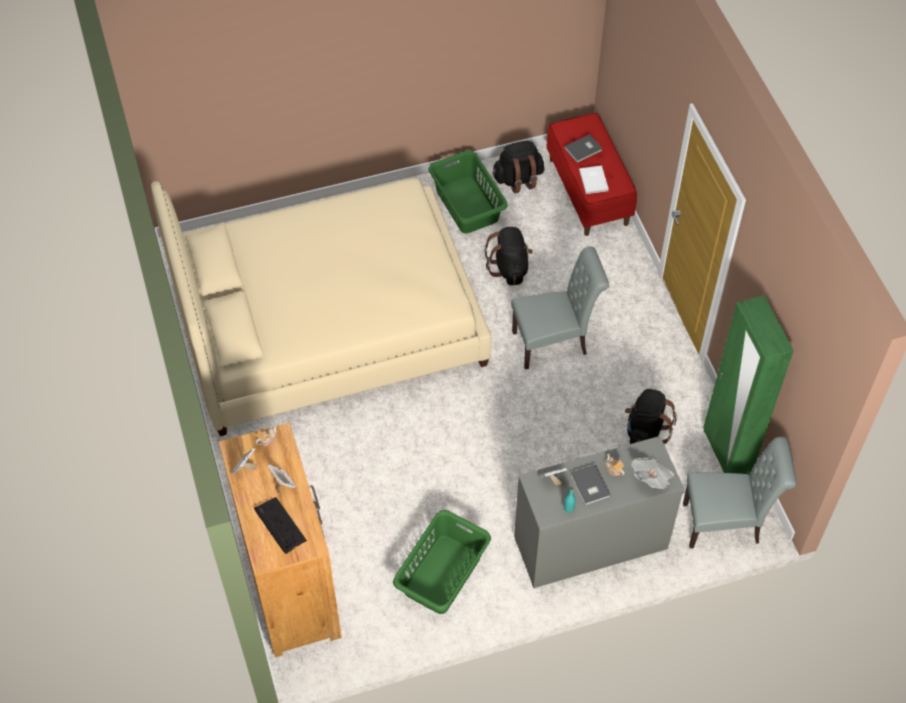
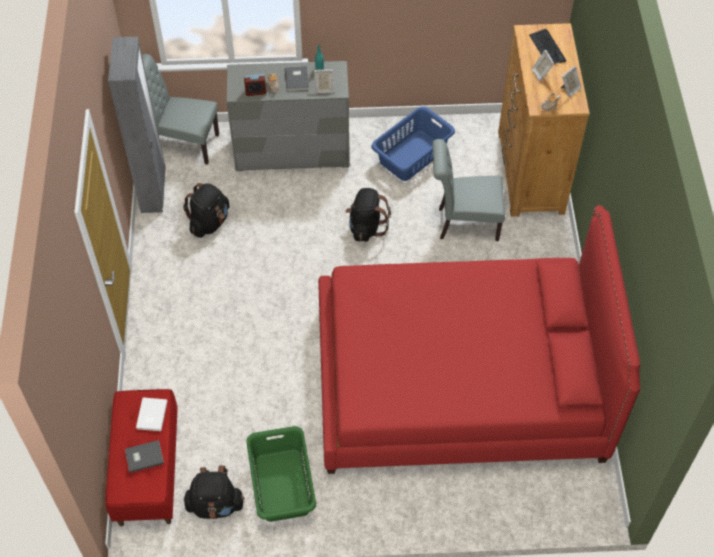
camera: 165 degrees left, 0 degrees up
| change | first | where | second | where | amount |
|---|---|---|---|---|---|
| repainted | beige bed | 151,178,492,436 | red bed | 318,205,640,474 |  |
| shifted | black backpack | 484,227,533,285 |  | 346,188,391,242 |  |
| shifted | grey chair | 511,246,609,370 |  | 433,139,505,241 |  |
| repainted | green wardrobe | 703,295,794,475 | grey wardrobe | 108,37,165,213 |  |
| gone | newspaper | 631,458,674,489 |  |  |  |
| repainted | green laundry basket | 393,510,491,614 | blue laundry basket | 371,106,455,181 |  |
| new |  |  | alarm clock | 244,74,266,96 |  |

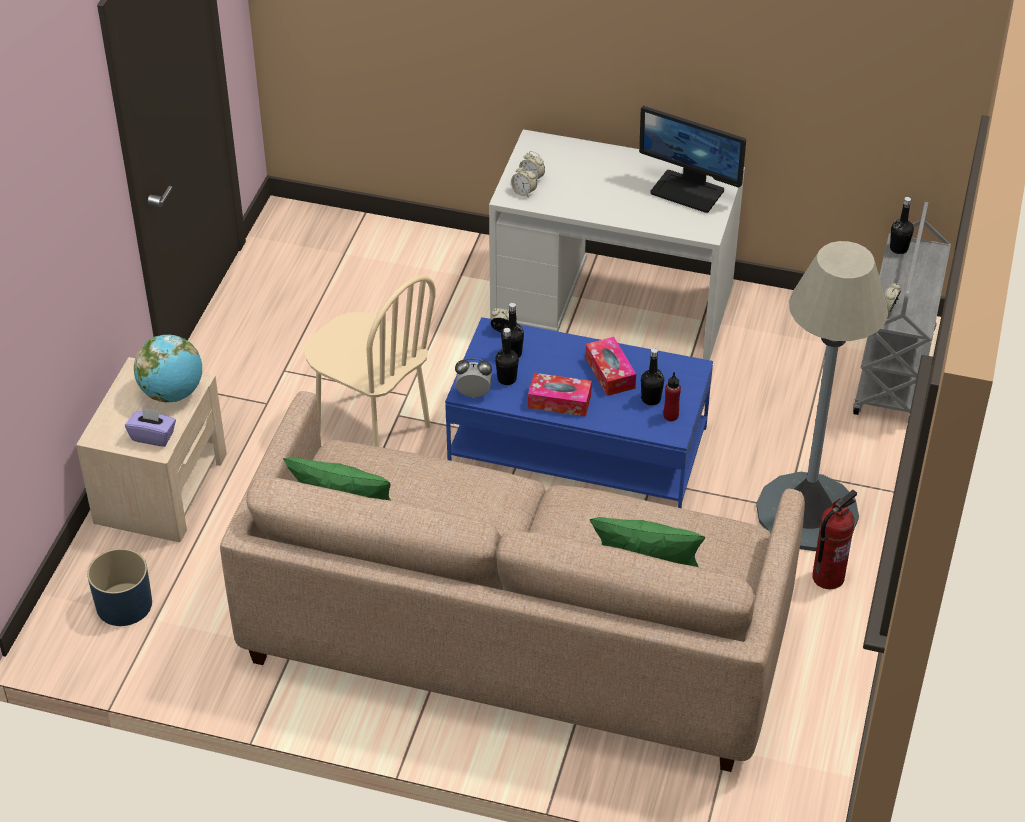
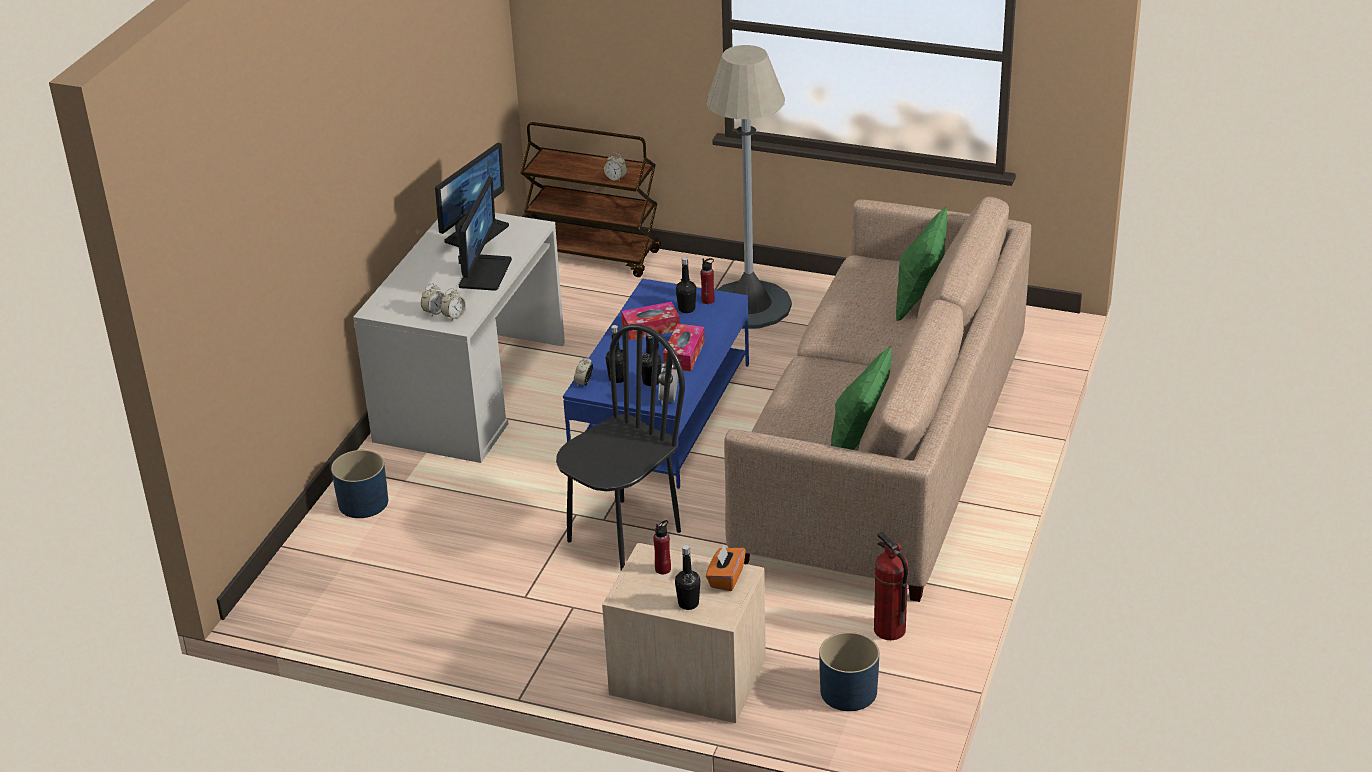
camera: 85 degrees left, 10 degrees down
| change | first | where | second | where | amount |
|---|---|---|---|---|---|
| shifted | black bottle | 890,197,914,254 |  | 675,545,700,610 |  |
| repainted | grey cart | 853,202,951,415 | brown cart | 520,122,661,277 |  |
| repainted | beige chair | 304,275,436,447 | black chair | 556,324,685,571 |  |
| swapped | globe | 134,335,202,402 | red bottle | 653,520,671,575 |  |
| repainted | purple tissue box | 125,407,176,447 | orange tissue box | 706,544,746,591 |  |
| shifted | fire extinguisher | 812,490,857,589 |  | 874,531,908,640 |  |
| new |  |  | monitor | 456,177,512,291 |  |
| new |  |  | blue planter | 331,450,388,518 |  |

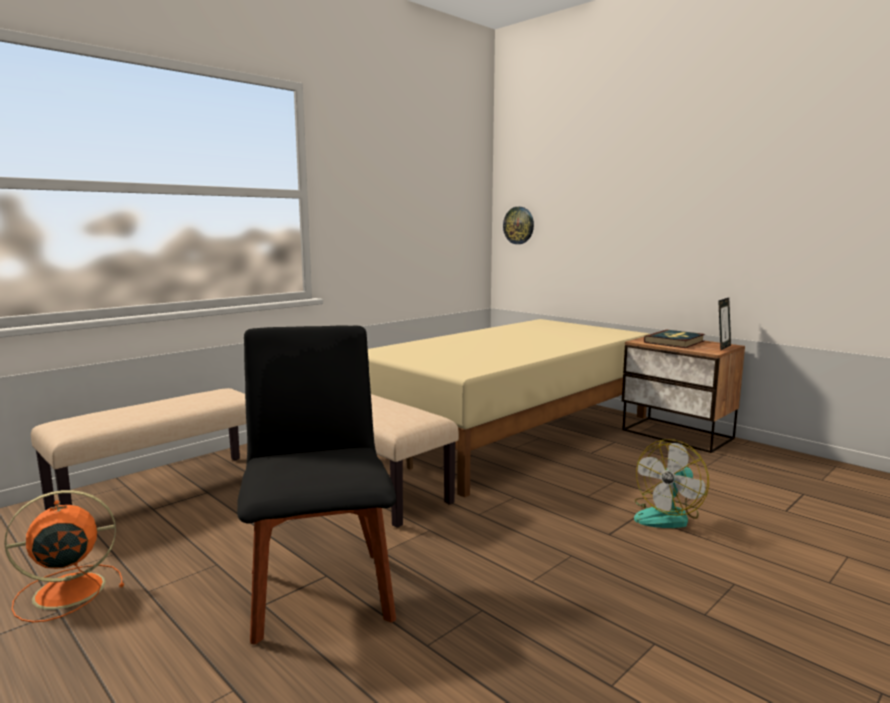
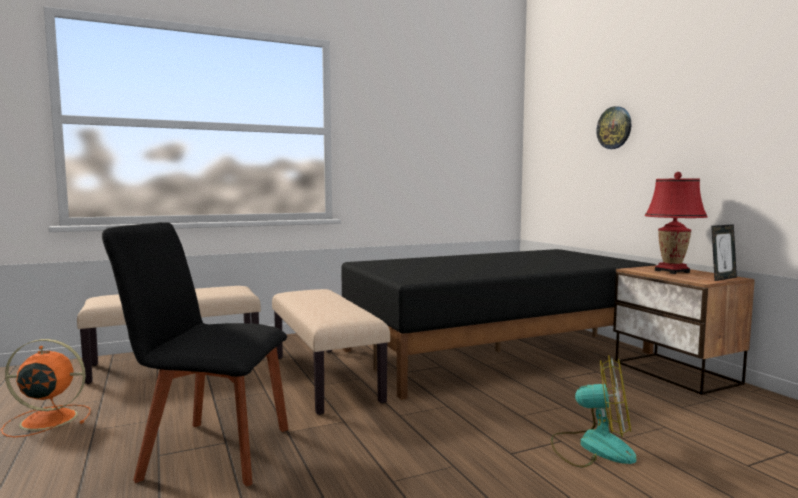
camera: 20 degrees right, 5 degrees down
| change | first | where | second | where | amount |
|---|---|---|---|---|---|
| shifted | wall clock | 503,207,534,244 |  | 596,106,631,149 |  |
| repainted | beige bed | 368,319,650,498 | black bed | 341,249,656,400 |  |
| rotated | black chair | 237,325,396,644 |  | 102,222,288,486 | 90 degrees counterclockwise |
| swapped | book | 644,330,705,348 | red table lamp | 645,172,707,274 |  |
| rotated | fan | 634,439,709,528 |  | 551,355,636,467 | 135 degrees counterclockwise |

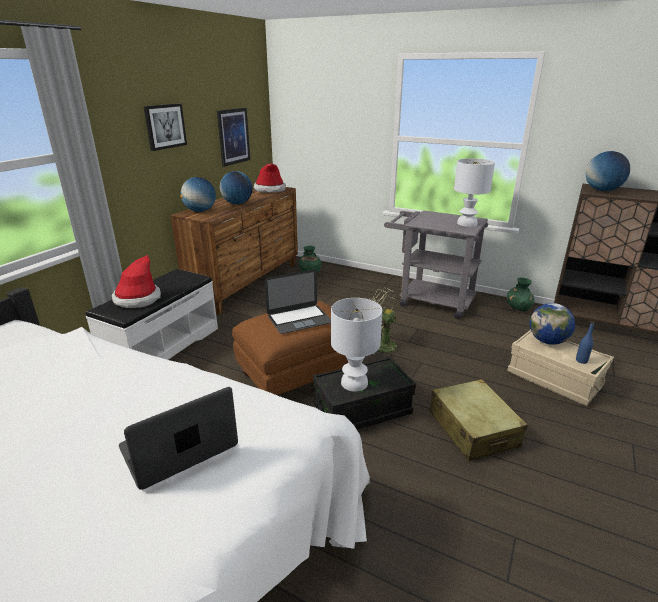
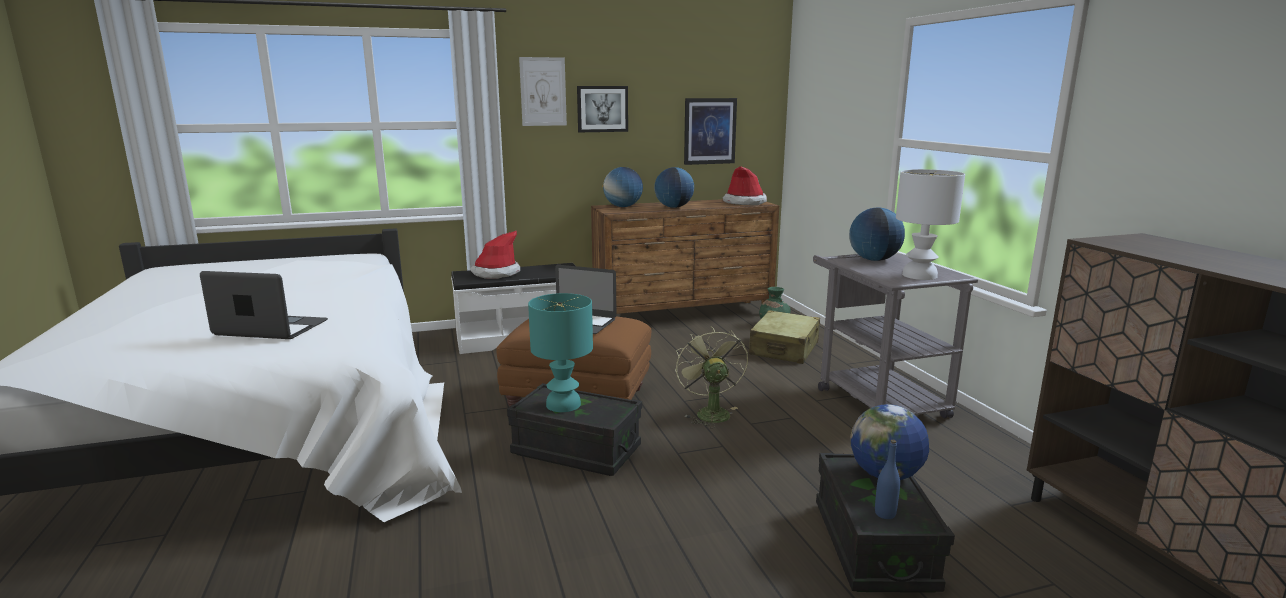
camera: 45 degrees right, 10 degrees down
| change | first | where | second | where | amount |
|---|---|---|---|---|---|
| shifted | globe | 586,151,630,191 |  | 849,207,905,261 |  |
| gone | green vase | 507,277,534,312 |  |  |  |
| repainted | white table lamp | 331,298,382,392 | turquoise table lamp | 528,293,593,412 |  |
| repainted | beige storage box | 507,329,614,406 | black storage box | 816,453,955,593 |  |
| shifted | beige suitcase | 429,379,528,461 |  | 749,310,820,364 |  |
| new |  |  | picture | 519,57,567,126 |  |

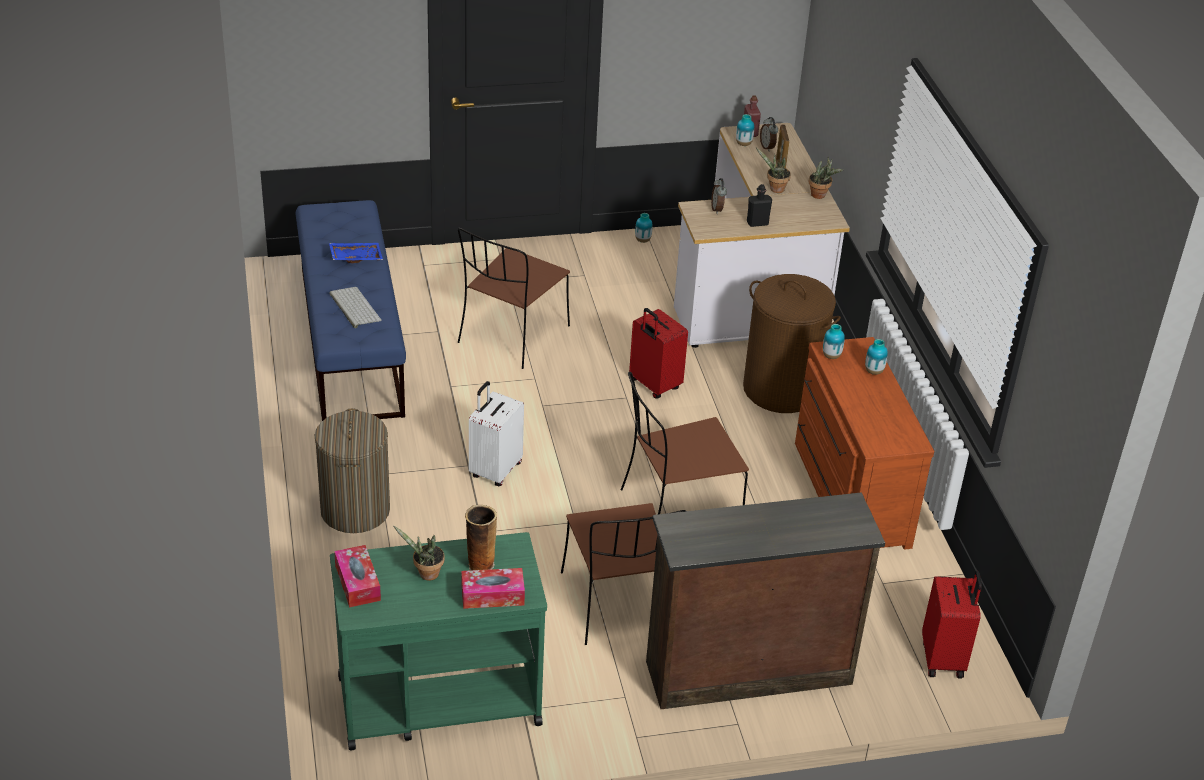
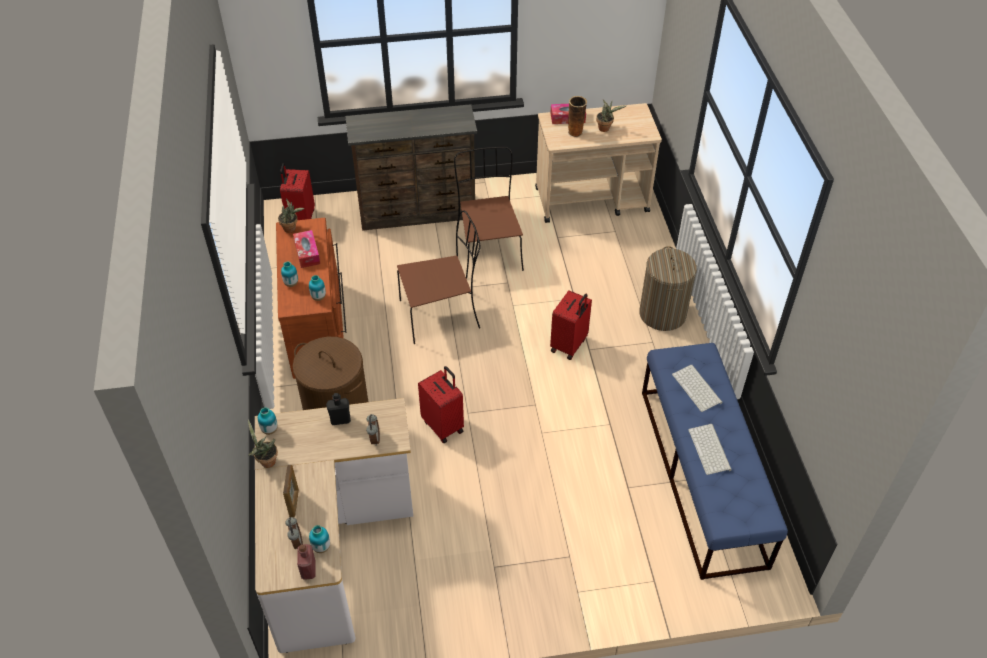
camera: 175 degrees left, 10 degrees up
| change | first | where | second | where | amount |
|---|---|---|---|---|---|
| shifted | potted plant | 755,147,791,193 |  | 278,199,304,233 |  |
| shifted | vase | 635,213,652,243 |  | 258,407,278,435 |  |
| gone | brown chair | 458,228,570,369 |  |  |  |
| swapped | blue tray | 329,243,383,263 | keyboard | 688,424,732,475 |  |
| repainted | white suitcase | 469,381,524,486 | red suitcase | 550,290,592,360 |  |
| repainted | green cart | 330,532,547,750 | beige cart | 535,103,662,223 |  |
| shifted | tissue box | 334,545,381,607 |  | 293,230,320,268 |  |

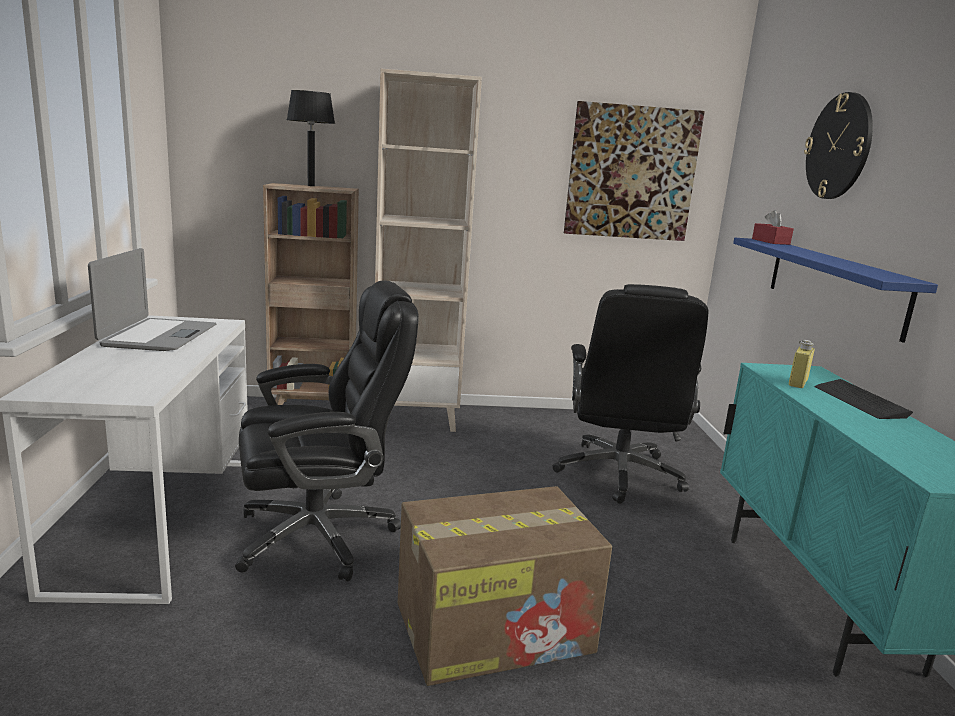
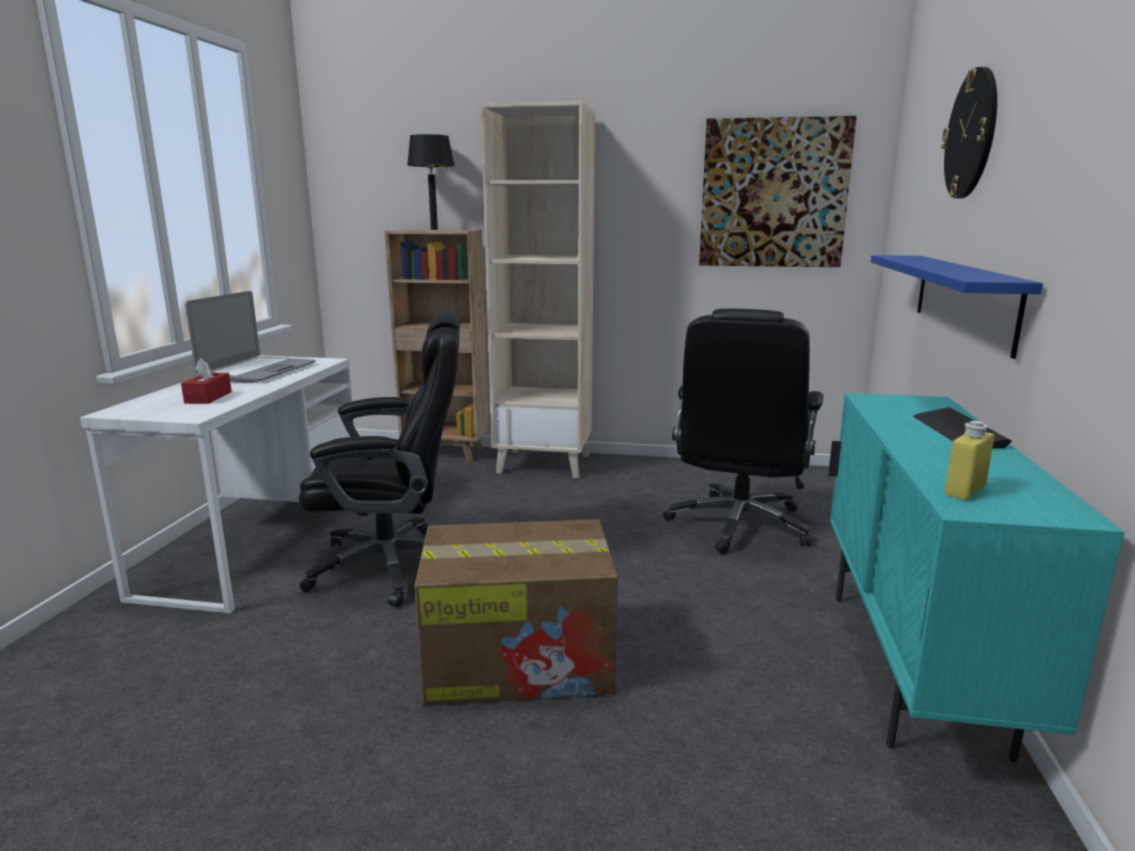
camera: 15 degrees right, 0 degrees up
| change | first | where | second | where | amount |
|---|---|---|---|---|---|
| shifted | red tissue box | 752,210,794,245 |  | 181,358,232,404 |  |
| shifted | yellow bottle | 789,340,815,388 |  | 945,421,994,500 |  |

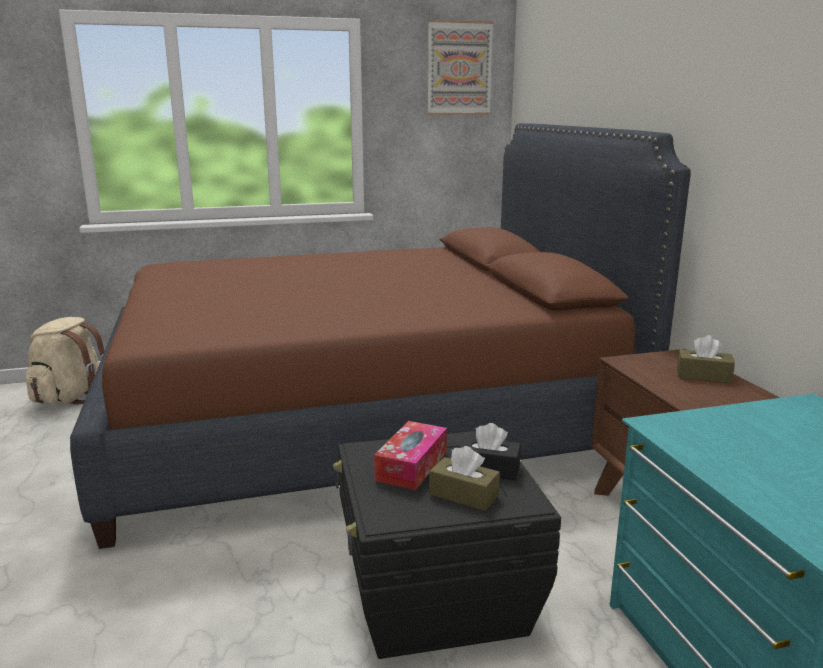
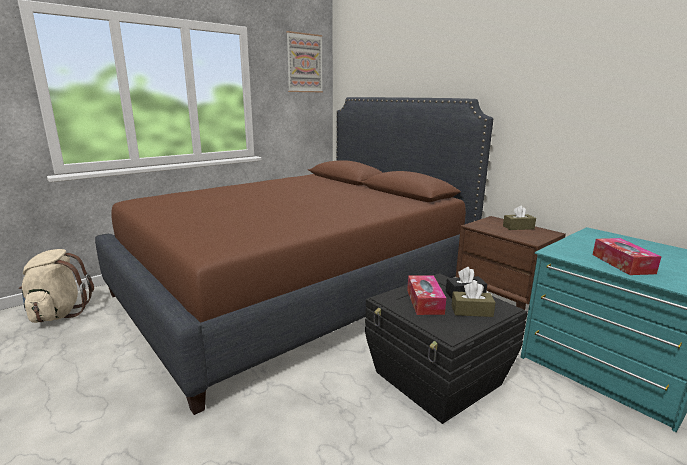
camera: 25 degrees left, 0 degrees up
| change | first | where | second | where | amount |
|---|---|---|---|---|---|
| new |  |  | tissue box | 593,238,662,275 |  |

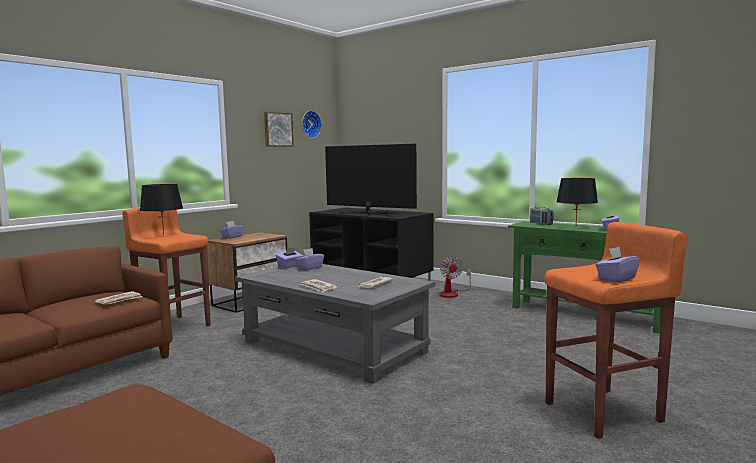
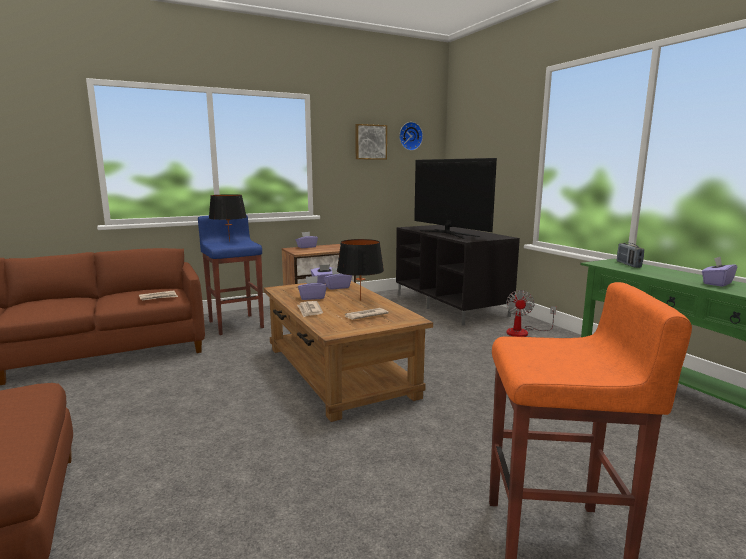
camera: 25 degrees right, 5 degrees up
| change | first | where | second | where | amount |
|---|---|---|---|---|---|
| shifted | black table lamp | 557,178,598,223 |  | 337,239,384,301 |  |
| repainted | orange stool | 122,208,211,326 | blue stool | 198,215,264,335 |  |
| shifted | purple tissue box | 596,247,640,283 |  | 298,276,327,300 |  |
| repainted | grey coffee table | 235,264,435,384 | brown coffee table | 263,281,433,422 |  |

